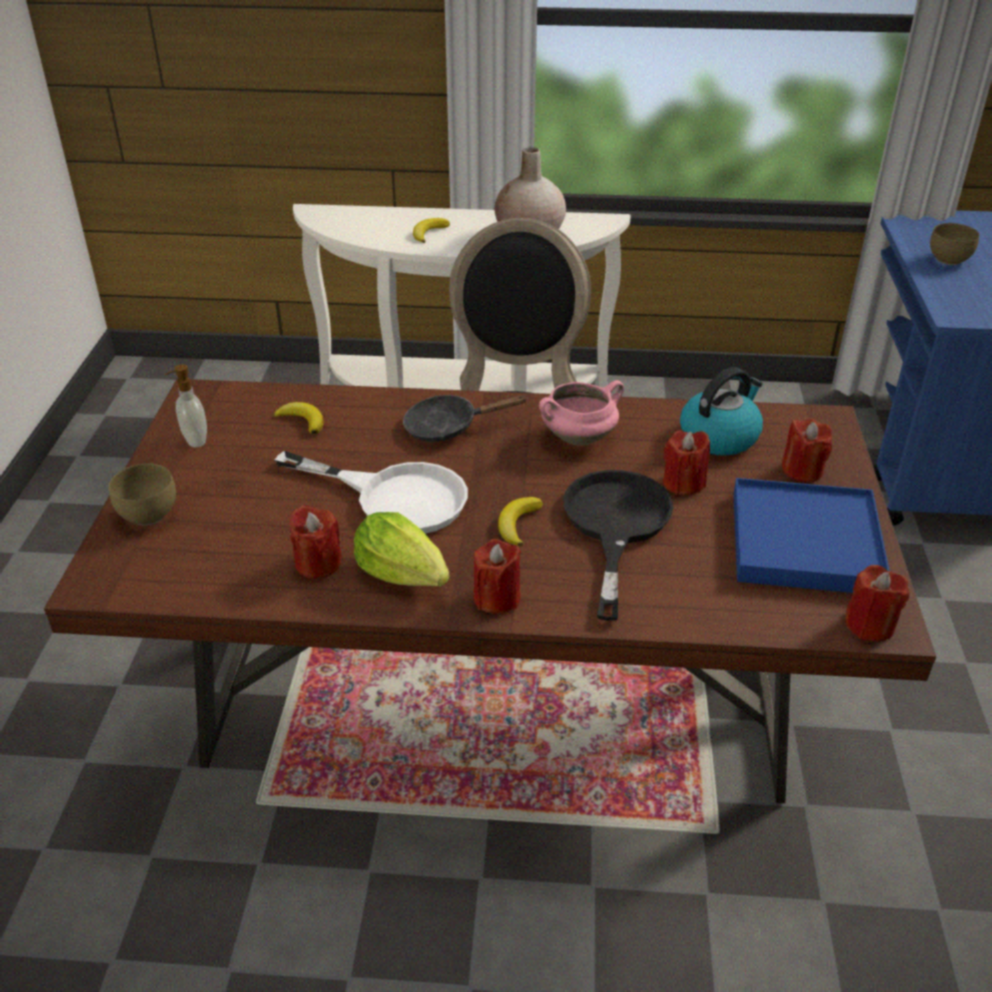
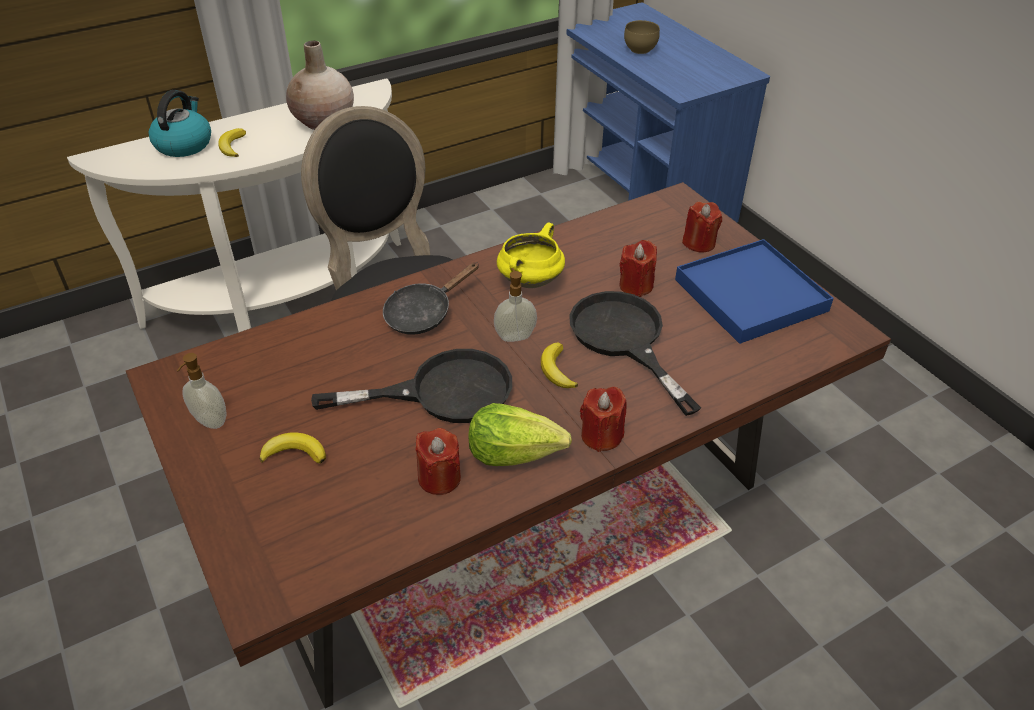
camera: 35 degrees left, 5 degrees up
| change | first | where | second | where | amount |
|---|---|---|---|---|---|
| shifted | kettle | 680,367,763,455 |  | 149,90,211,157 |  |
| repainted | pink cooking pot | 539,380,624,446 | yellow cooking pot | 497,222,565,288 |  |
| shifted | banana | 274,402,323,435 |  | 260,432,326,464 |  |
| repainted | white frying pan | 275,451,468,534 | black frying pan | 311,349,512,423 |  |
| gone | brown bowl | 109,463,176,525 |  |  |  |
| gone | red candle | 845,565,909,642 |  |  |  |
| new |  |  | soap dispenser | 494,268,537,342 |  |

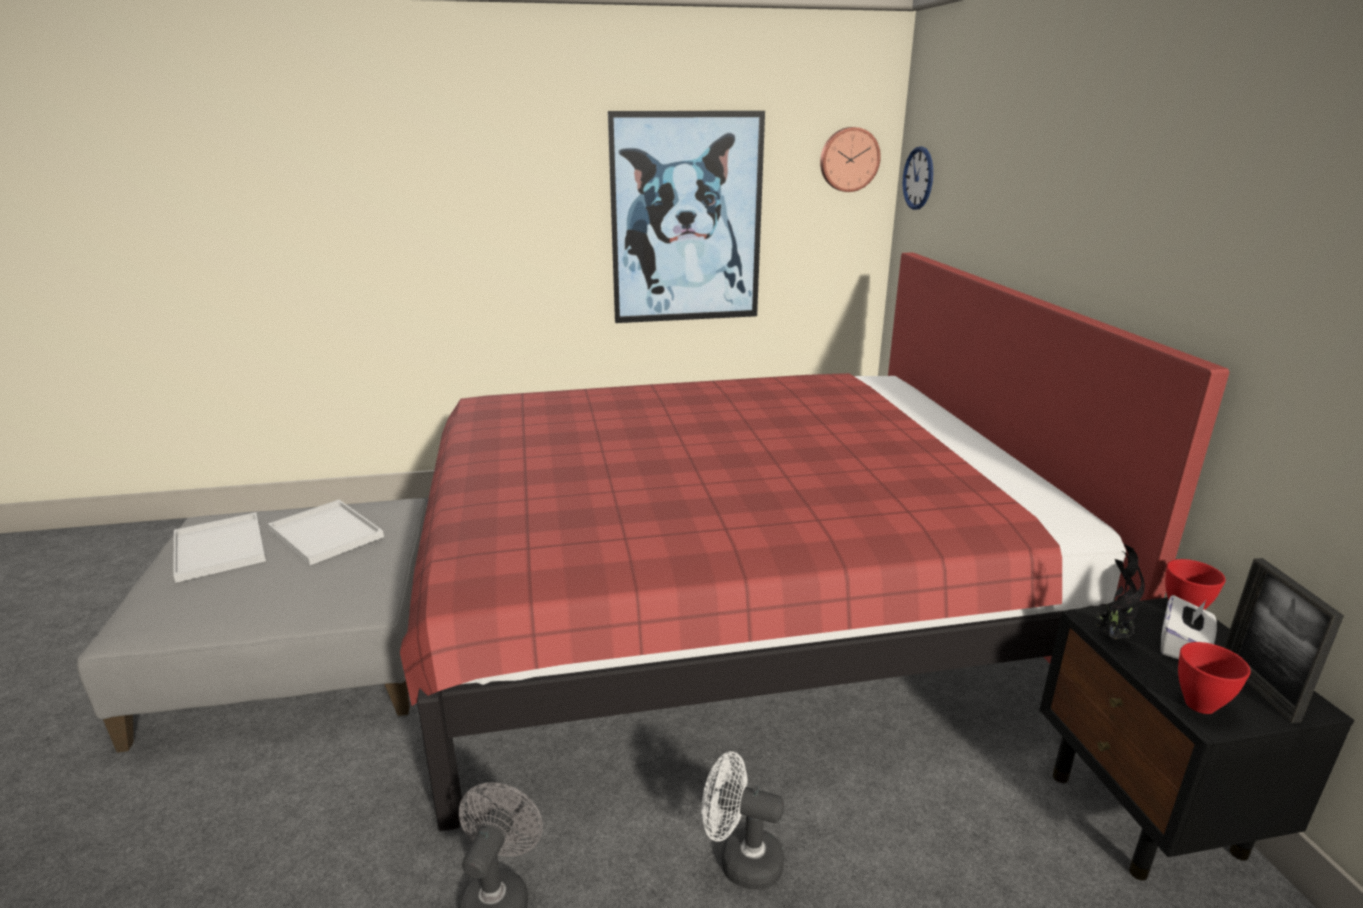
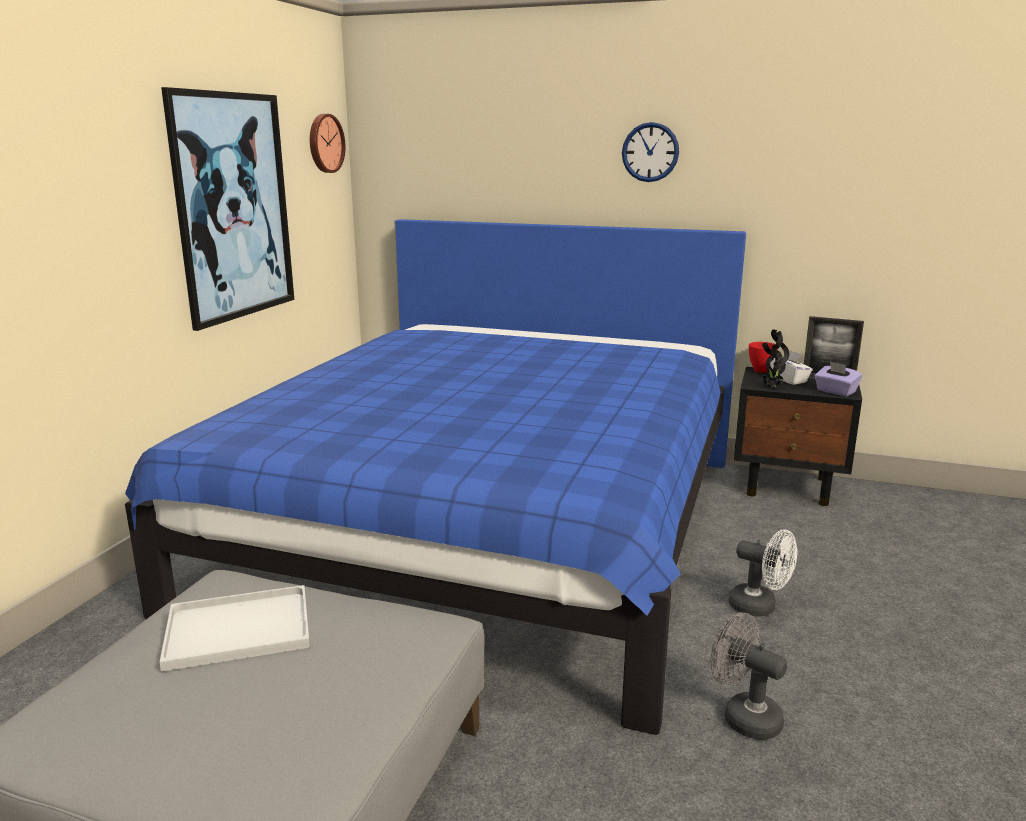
camera: 60 degrees left, 5 degrees down
| change | first | where | second | where | amount |
|---|---|---|---|---|---|
| shifted | wall clock | 903,146,933,210 |  | 622,122,679,182 |  |
| repainted | red bed | 400,252,1230,831 | blue bed | 125,219,746,735 |  |
| gone | white tray | 173,512,266,583 |  |  |  |
| swapped | red bowl | 1178,642,1251,714 | purple tissue box | 814,362,862,396 |  |
| rotated | white fan | 701,751,784,890 |  | 729,529,798,617 | 105 degrees counterclockwise |

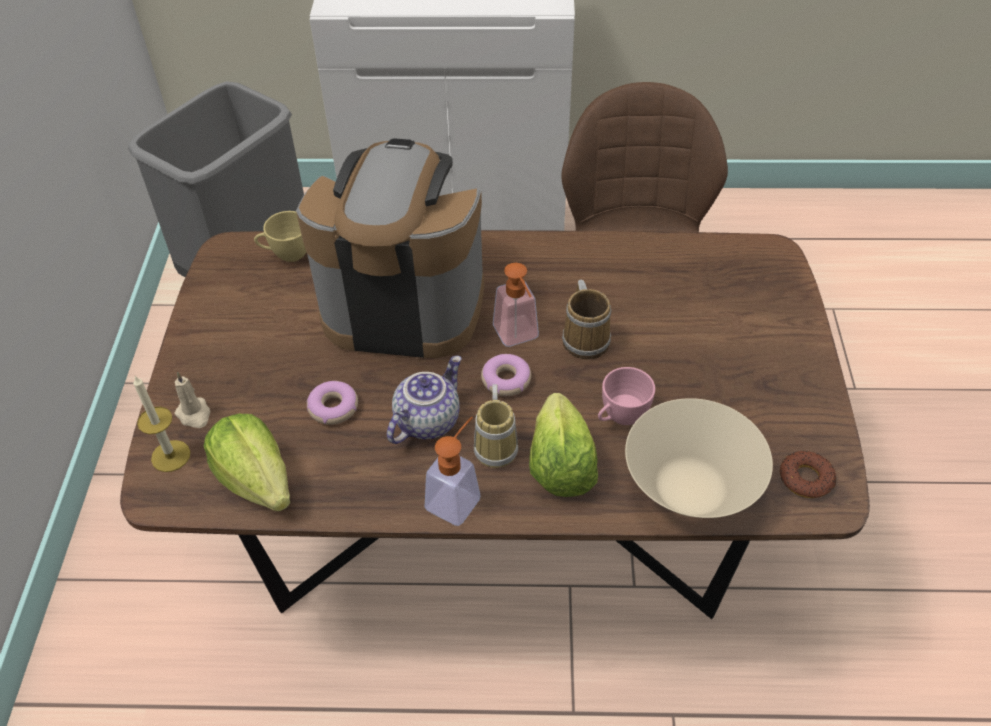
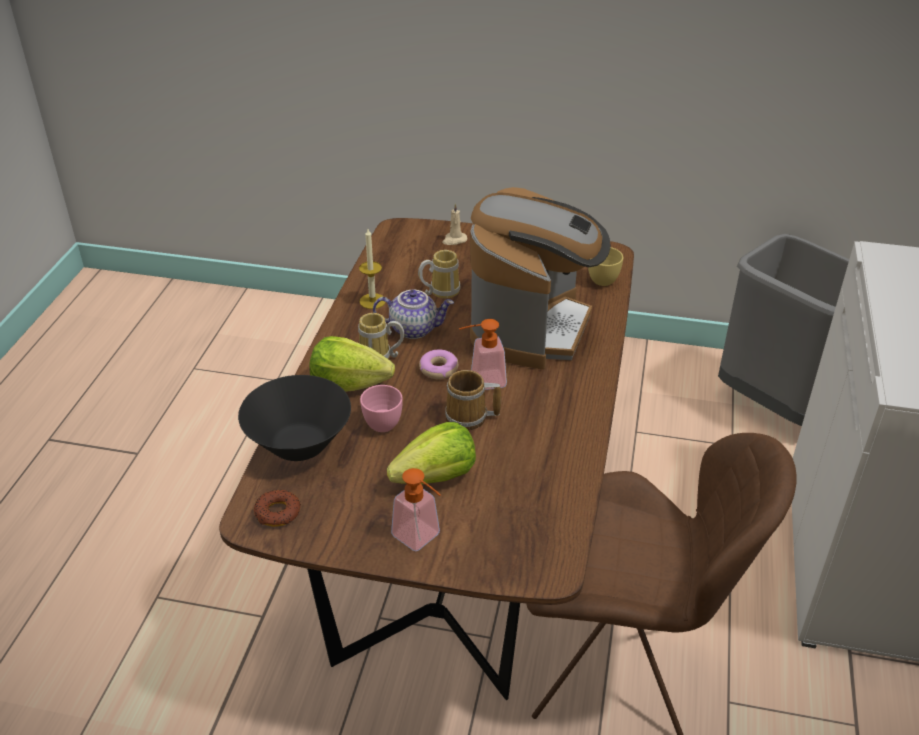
camera: 100 degrees right, 10 degrees down
| change | first | where | second | where | amount |
|---|---|---|---|---|---|
| rotated | teapot | 387,356,462,444 |  | 373,290,454,339 | 45 degrees counterclockwise |
| shifted | candle | 133,376,190,472 |  | 359,229,385,309 |  |
| swapped | donut | 307,381,358,425 | mug | 418,250,460,298 |  |
| repainted | beige bowl | 625,398,773,518 | black bowl | 238,375,351,461 |  |
| shifted | lettuce | 204,414,290,511 |  | 387,422,476,485 |  |
| shifted | soap dispenser | 424,417,481,526 |  | 391,468,441,551 |  |

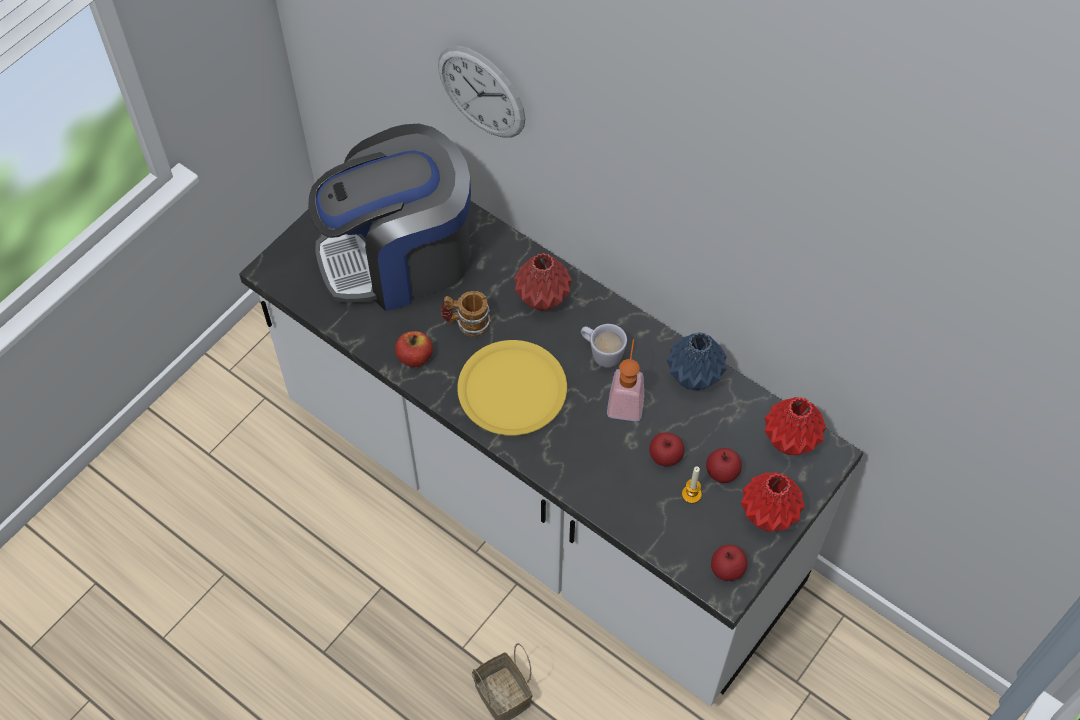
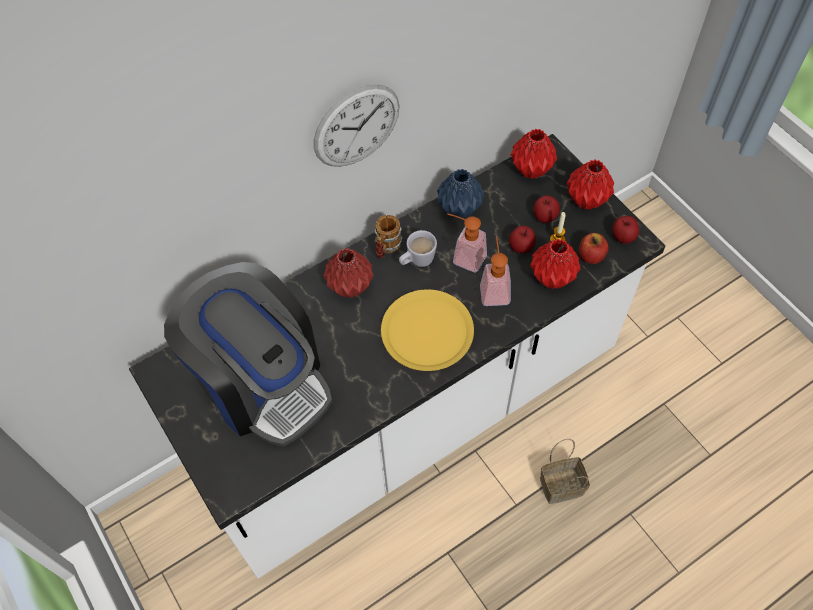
camera: 70 degrees left, 0 degrees up
| change | first | where | second | where | amount |
|---|---|---|---|---|---|
| shifted | wall clock | 438,46,526,138 |  | 314,84,400,167 |  |
| rotated | coffee machine | 308,124,471,311 |  | 164,262,332,447 | 45 degrees counterclockwise |
| shifted | mug | 440,291,491,337 |  | 374,215,403,258 |  |
| shifted | apple | 395,331,433,367 |  | 579,233,609,264 |  |
| new |  |  | soap dispenser | 480,237,511,306 |  |
| new |  |  | red vase | 530,239,581,289 |  |

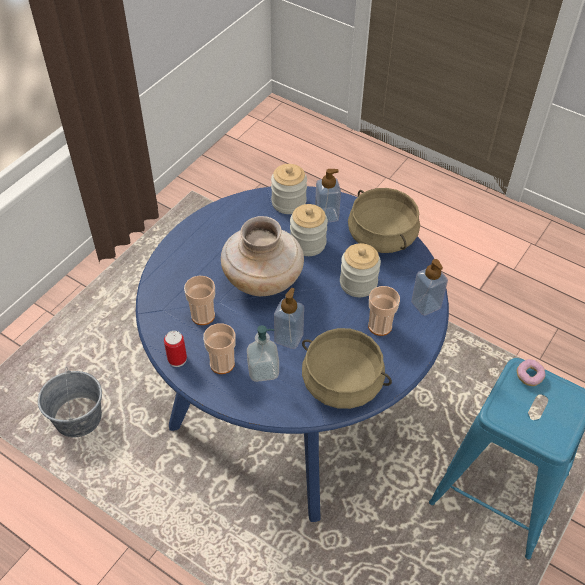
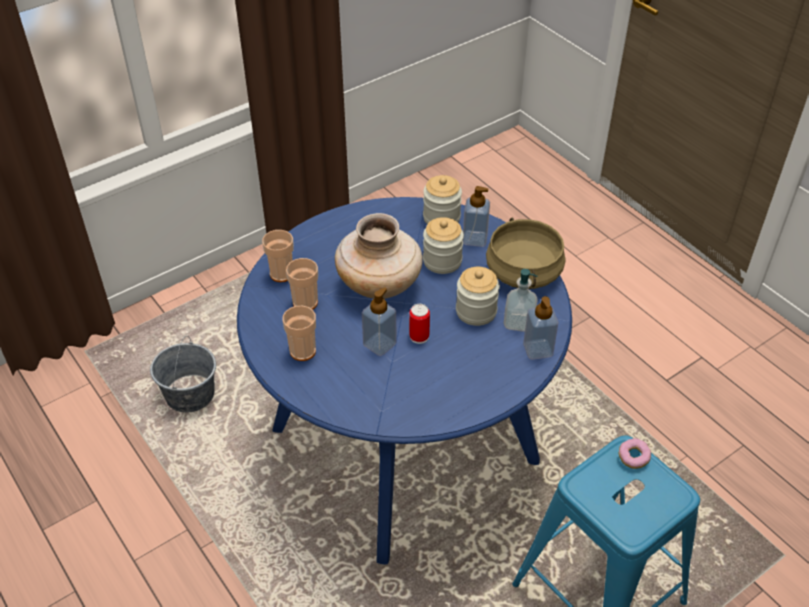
camera: 20 degrees right, 5 degrees down
| change | first | where | second | where | amount |
|---|---|---|---|---|---|
| shifted | cup | 368,286,400,336 |  | 262,230,294,282 |  |
| shifted | soap dispenser | 247,325,279,382 |  | 504,269,538,332 |  |
| gone | beige cooking pot | 302,328,392,409 |  |  |  |
| shifted | can | 164,331,187,367 |  | 409,304,430,344 |  |

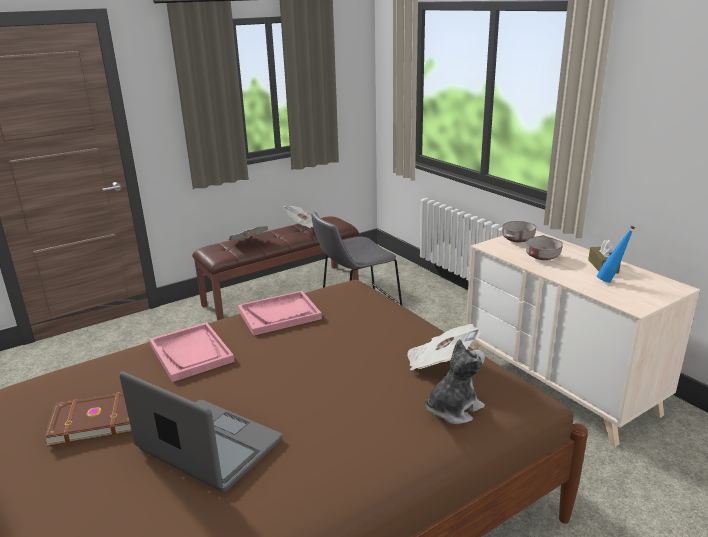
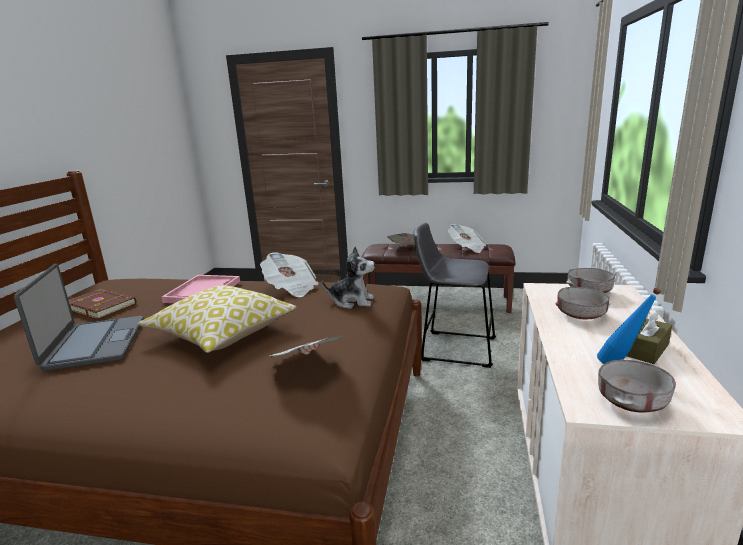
camera: 45 degrees right, 5 degrees down
| change | first | where | second | where | amount |
|---|---|---|---|---|---|
| swapped | pink tray | 238,291,322,336 | newspaper | 260,252,319,297 |  |
| shifted | plush toy | 425,339,485,424 |  | 322,247,375,309 |  |
| new |  |  | pillow | 138,285,297,353 |  |
| new |  |  | grey bowl | 598,360,676,413 |  |

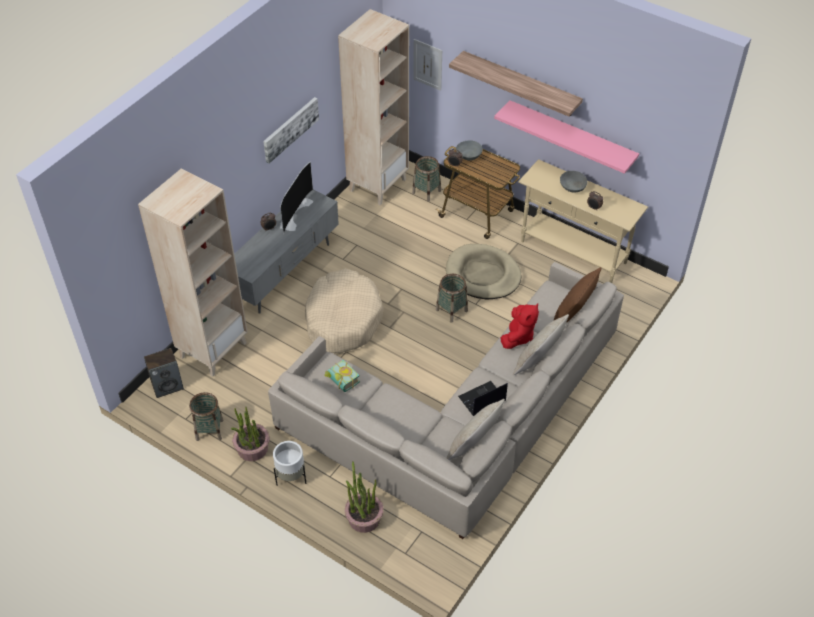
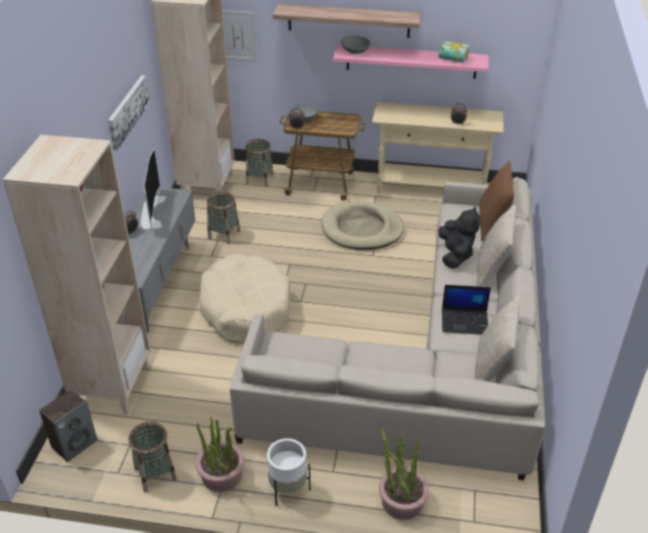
camera: 25 degrees left, 10 degrees down
| change | first | where | second | where | amount |
|---|---|---|---|---|---|
| shifted | grey bowl | 560,171,587,193 |  | 341,36,370,54 |  |
| shifted | basket | 436,274,468,323 |  | 207,192,240,244 |  |
| repainted | red plush toy | 500,303,539,349 | black plush toy | 438,206,480,269 |  |
| shifted | book | 324,360,360,392 |  | 439,41,470,63 |  |
| rotated | laptop | 458,381,508,416 |  | 442,285,491,335 | 120 degrees counterclockwise |

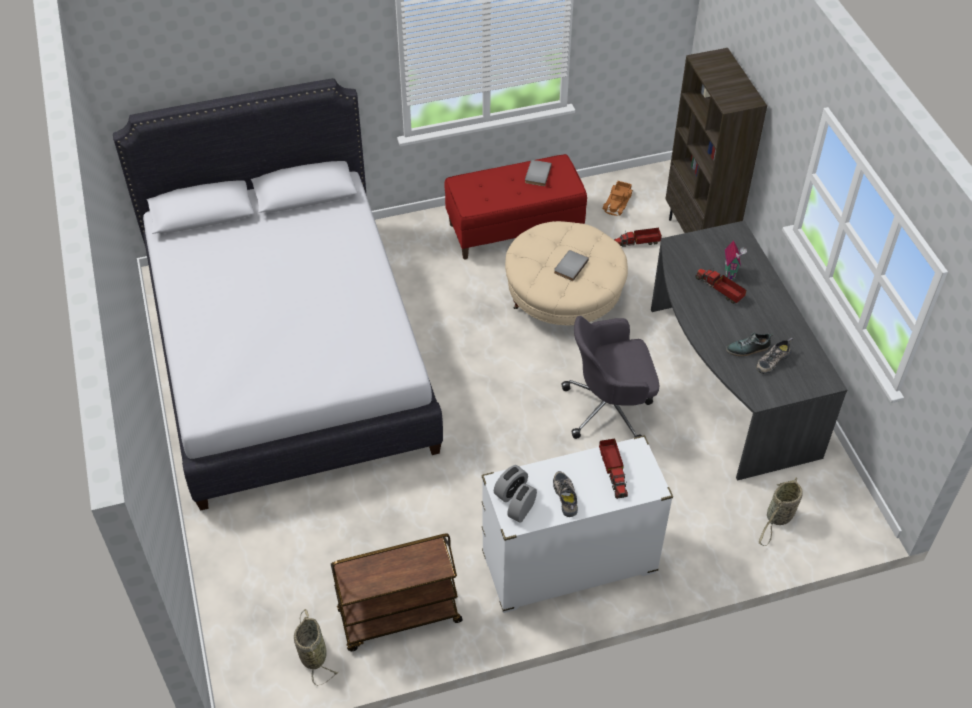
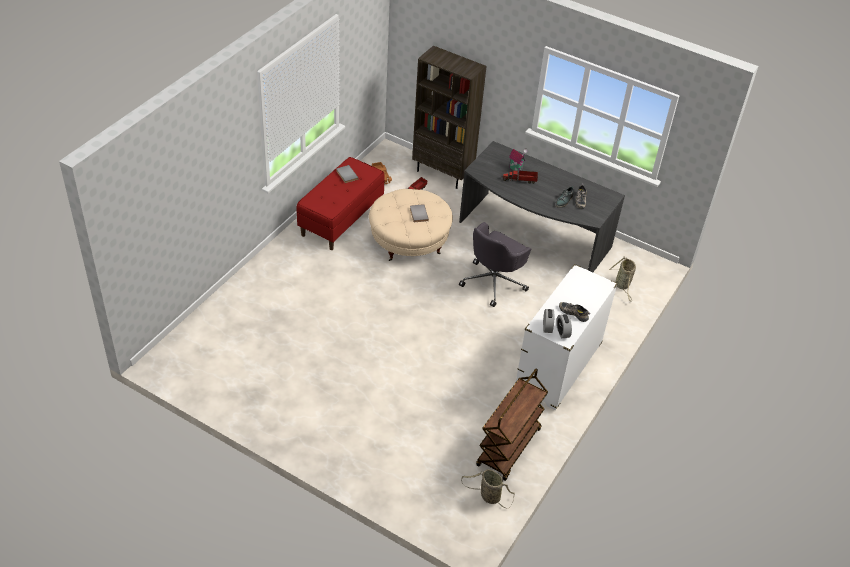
camera: 45 degrees left, 5 degrees down
| change | first | where | second | where | amount |
|---|---|---|---|---|---|
| gone | white bed | 113,78,443,511 |  |  |  |
| gone | toy truck | 599,438,628,499 |  |  |  |

